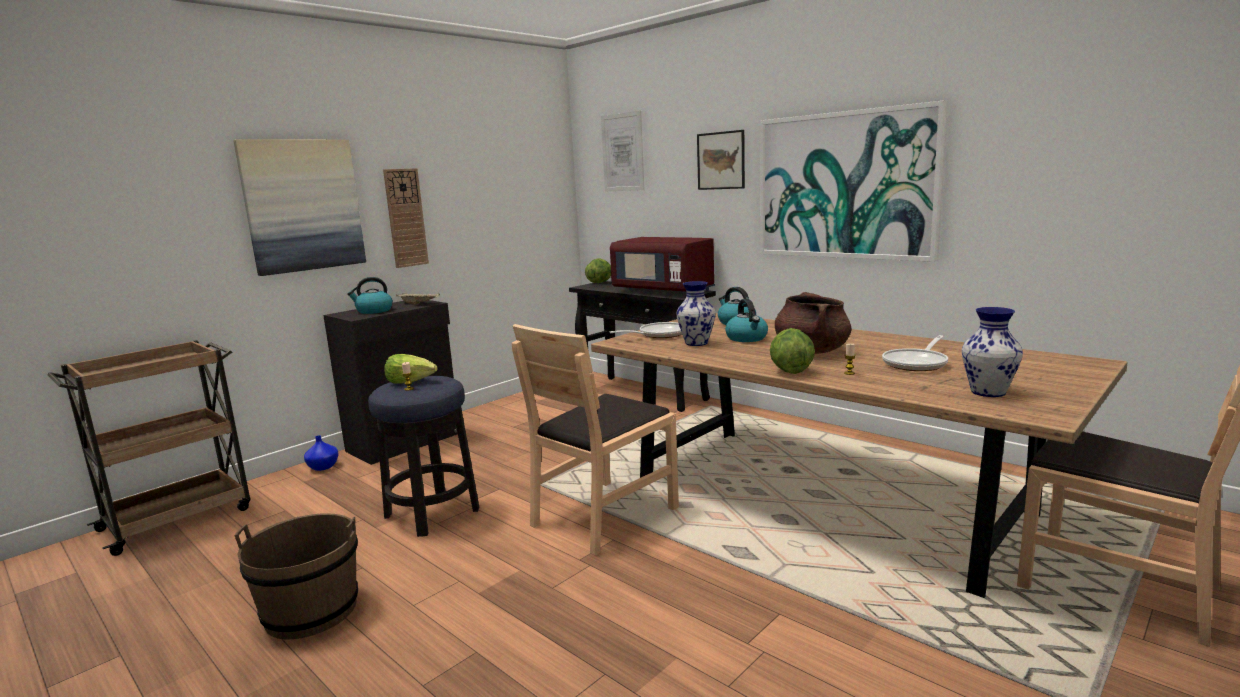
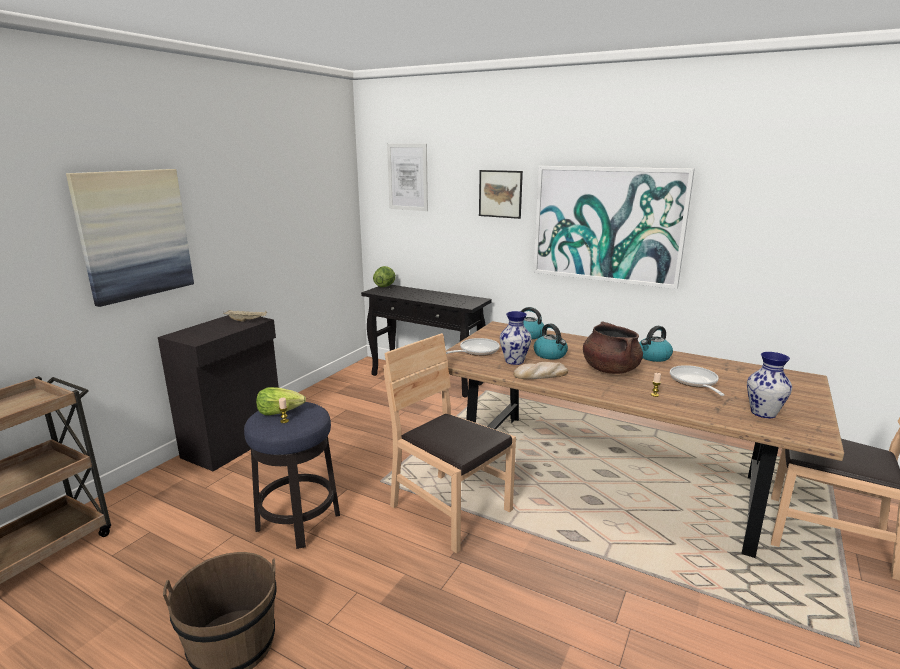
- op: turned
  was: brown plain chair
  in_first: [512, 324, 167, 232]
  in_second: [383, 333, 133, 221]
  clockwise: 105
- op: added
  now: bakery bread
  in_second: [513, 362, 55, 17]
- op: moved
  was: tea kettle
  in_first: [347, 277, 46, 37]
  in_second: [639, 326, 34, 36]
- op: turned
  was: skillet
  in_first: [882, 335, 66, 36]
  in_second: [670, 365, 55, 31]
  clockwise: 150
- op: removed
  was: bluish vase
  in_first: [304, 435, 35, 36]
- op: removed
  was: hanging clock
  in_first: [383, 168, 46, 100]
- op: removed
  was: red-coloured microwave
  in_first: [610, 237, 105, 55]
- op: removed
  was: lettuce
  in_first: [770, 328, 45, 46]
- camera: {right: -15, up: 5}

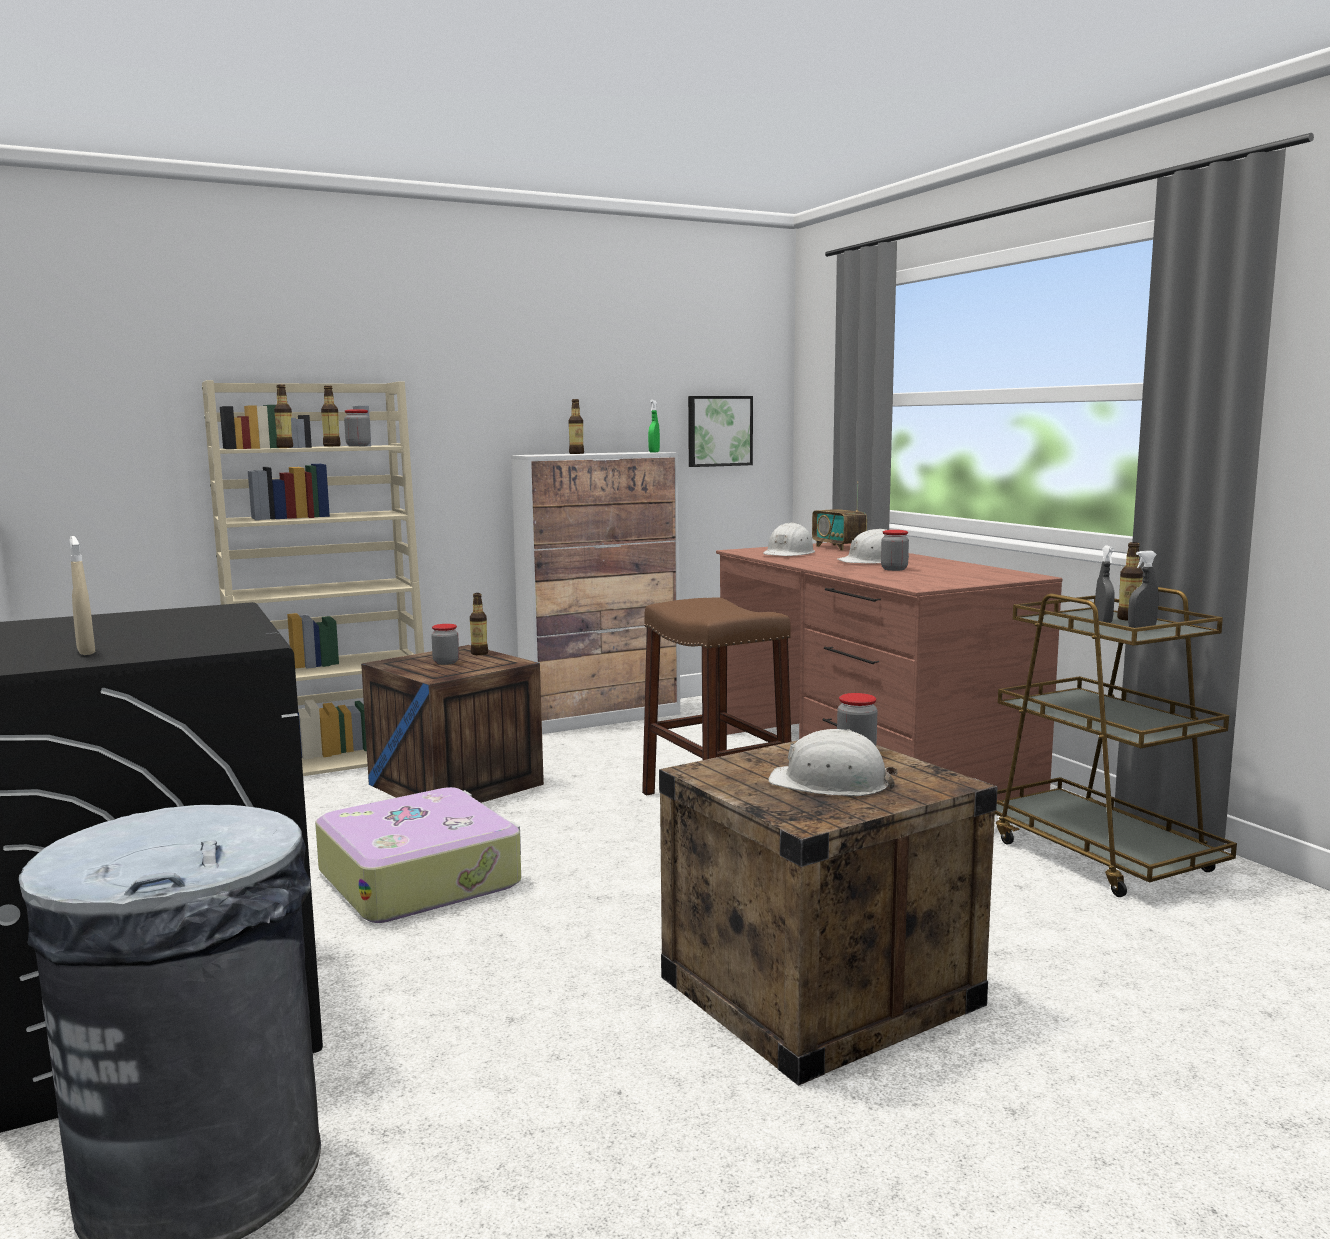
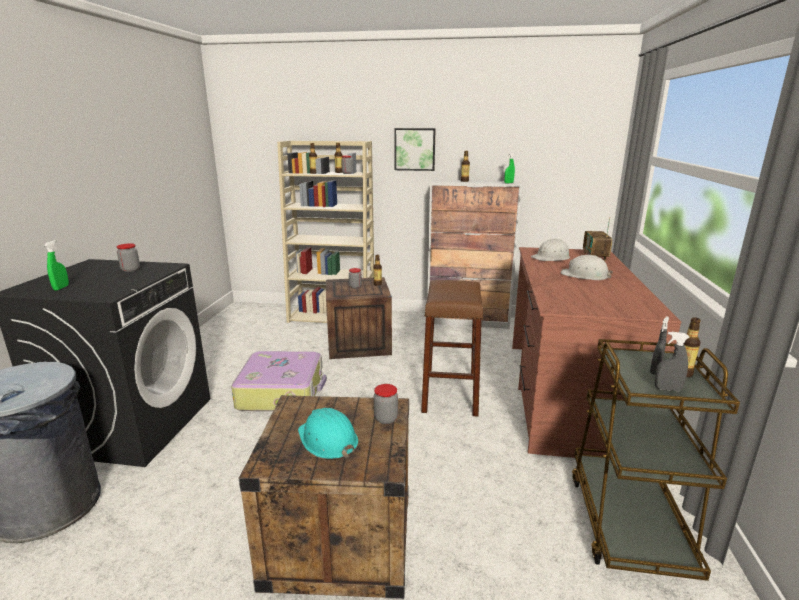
- op: recoloured
  was: sand-coloured sprayer
  now: green-coloured sprayer
  in_first: [69, 536, 26, 119]
  in_second: [44, 240, 25, 50]
- op: moved
  was: jar
  in_first: [881, 530, 28, 41]
  in_second: [117, 243, 23, 29]
- op: recoloured
  was: white-coloured safety helmet
  now: turquoise safety helmet
  in_first: [768, 729, 130, 67]
  in_second: [298, 408, 60, 51]
- op: moved
  was: wall art
  in_first: [688, 396, 65, 71]
  in_second: [394, 128, 42, 43]
- camera: {right: 35, up: 10}

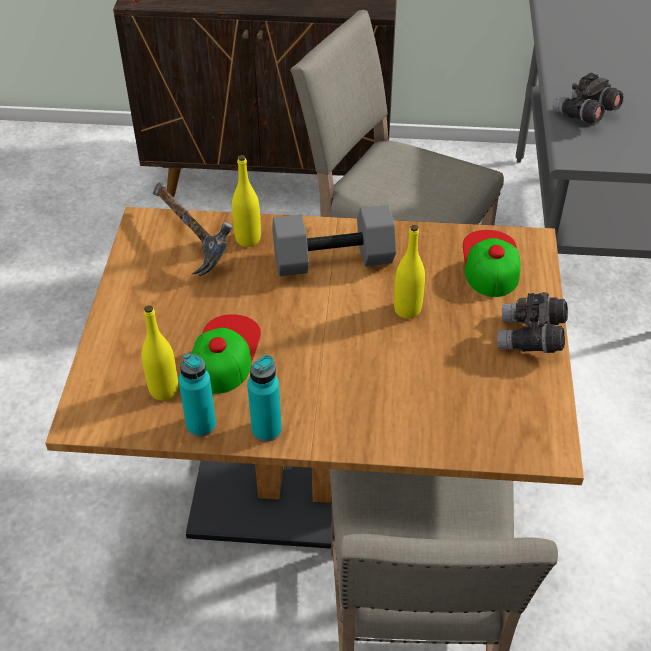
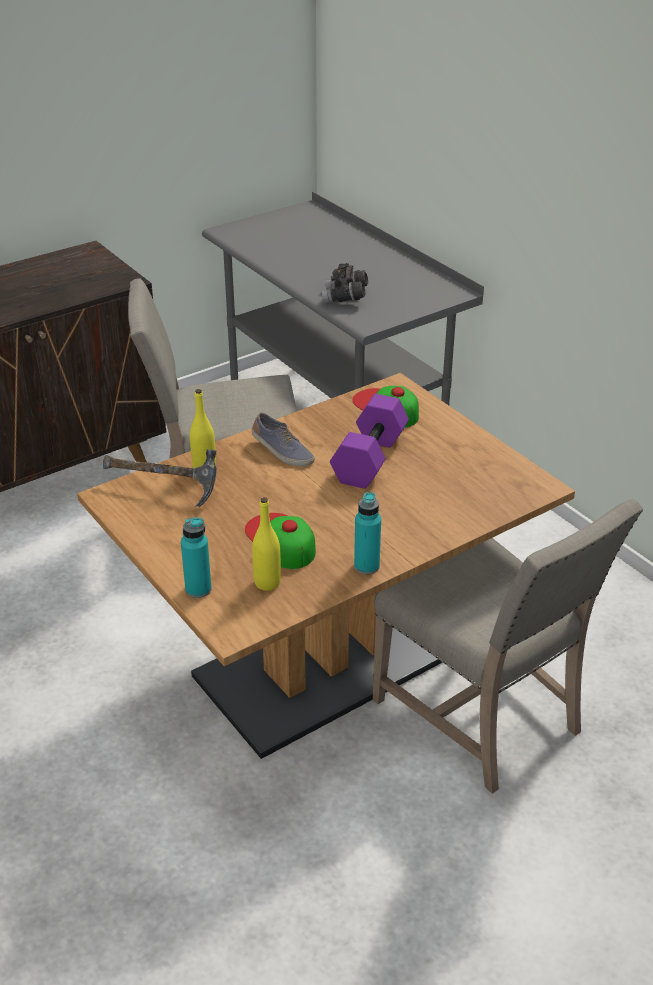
- op: moved
  was: turquoise bottle
  in_first: [178, 353, 38, 84]
  in_second: [181, 517, 31, 81]
- op: replaced
  was: gray hand weight
  now: item of footwear
  in_first: [272, 205, 124, 71]
  in_second: [252, 412, 63, 55]
- op: replaced
  was: yellow bottle
  now: purplish hand weight
  in_first: [394, 225, 31, 94]
  in_second: [330, 394, 79, 95]
- op: removed
  was: gray field glasses
  in_first: [497, 292, 71, 61]
- camera: {right: -40, up: -10}

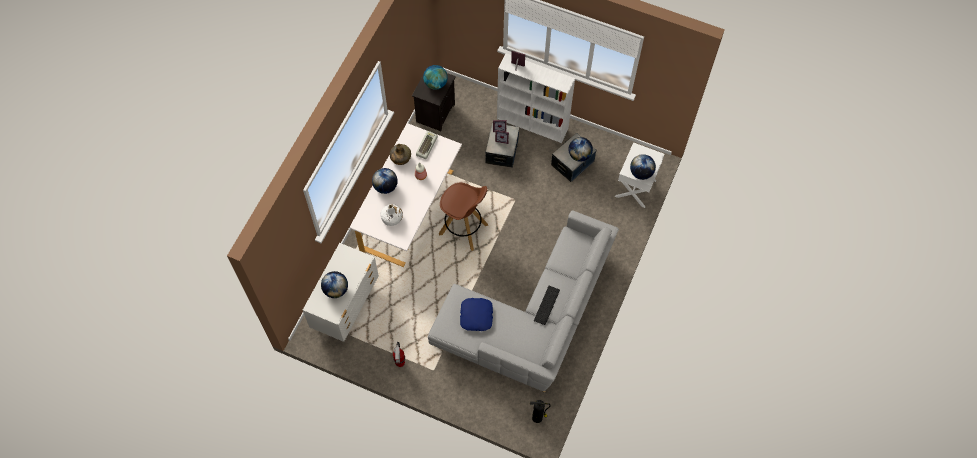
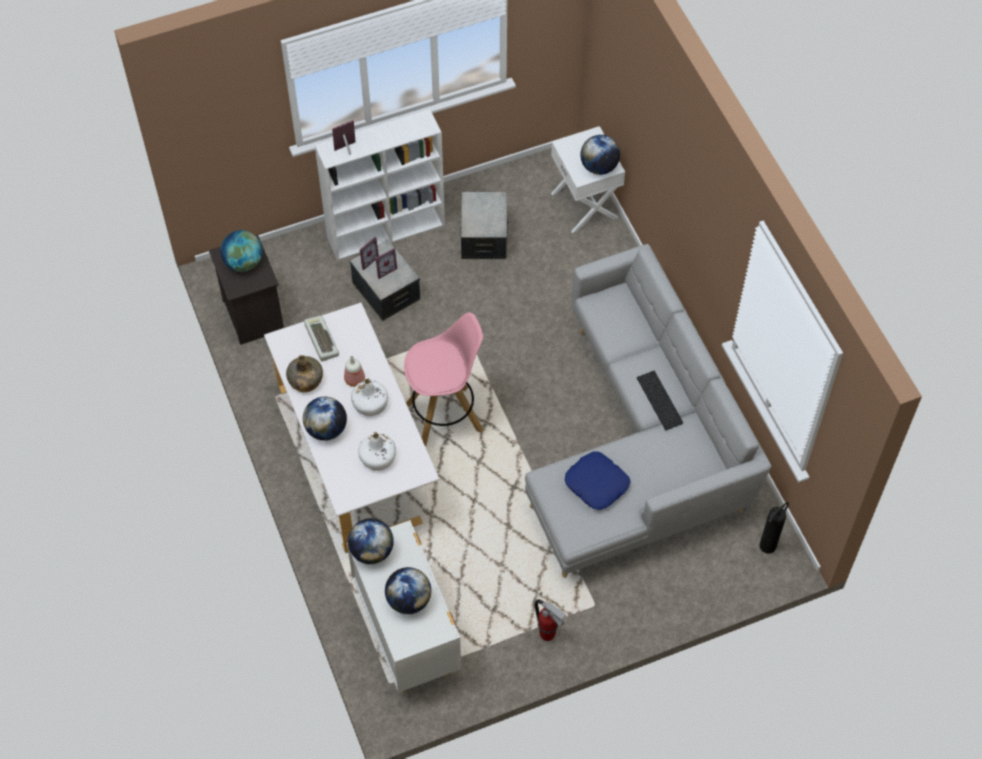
- op: moved
  was: desk globe
  in_first: [568, 137, 25, 25]
  in_second: [348, 518, 46, 46]
- op: added
  now: white-coloured bottle
  in_second: [351, 378, 37, 38]
- op: recoloured
  was: brown stool seat
  now: pink-coloured stool seat
  in_first: [439, 183, 49, 68]
  in_second: [404, 312, 80, 135]
- camera: {right: -45, up: -5}

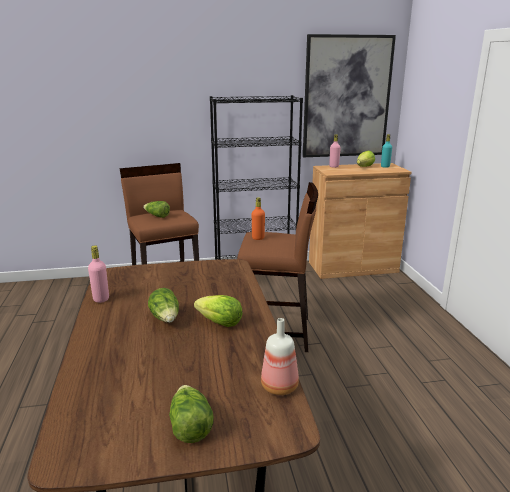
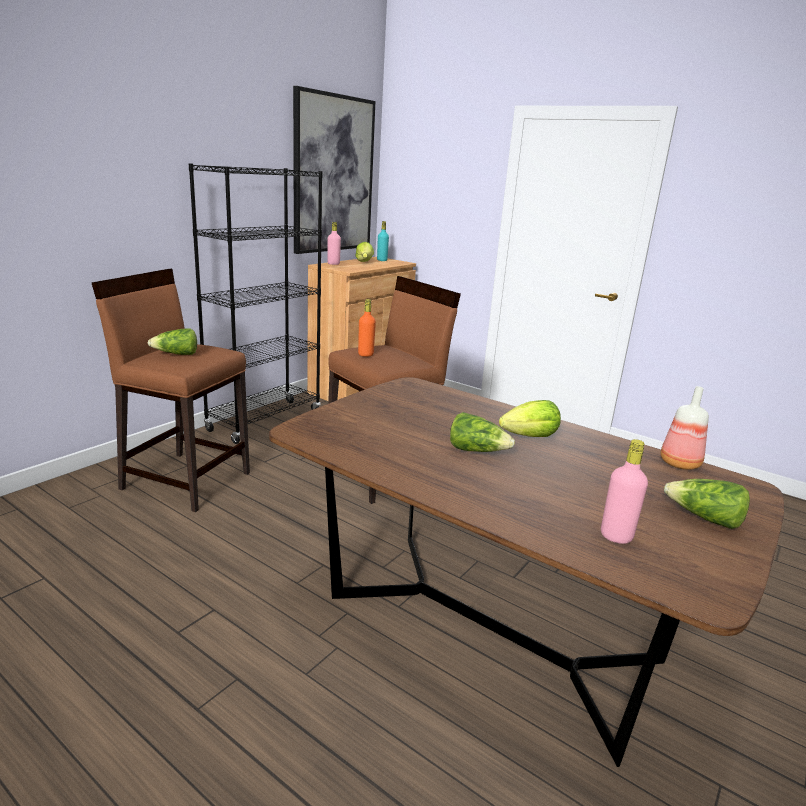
- op: moved
  was: pink-coloured bottle
  in_first: [88, 245, 21, 58]
  in_second: [601, 439, 47, 105]
- camera: {right: -45, up: 0}

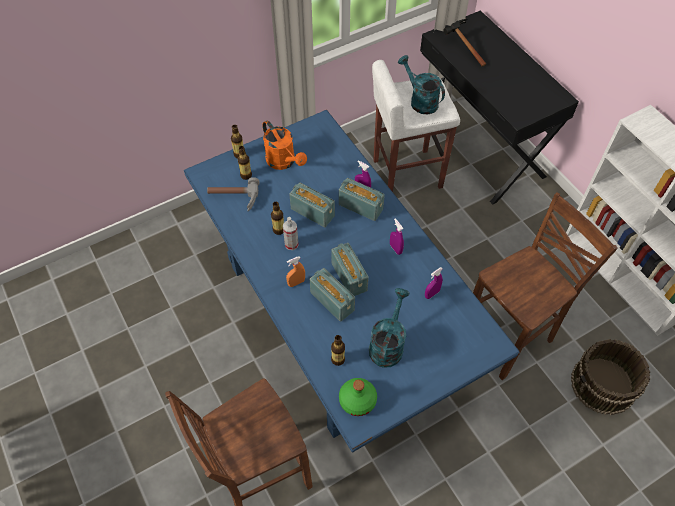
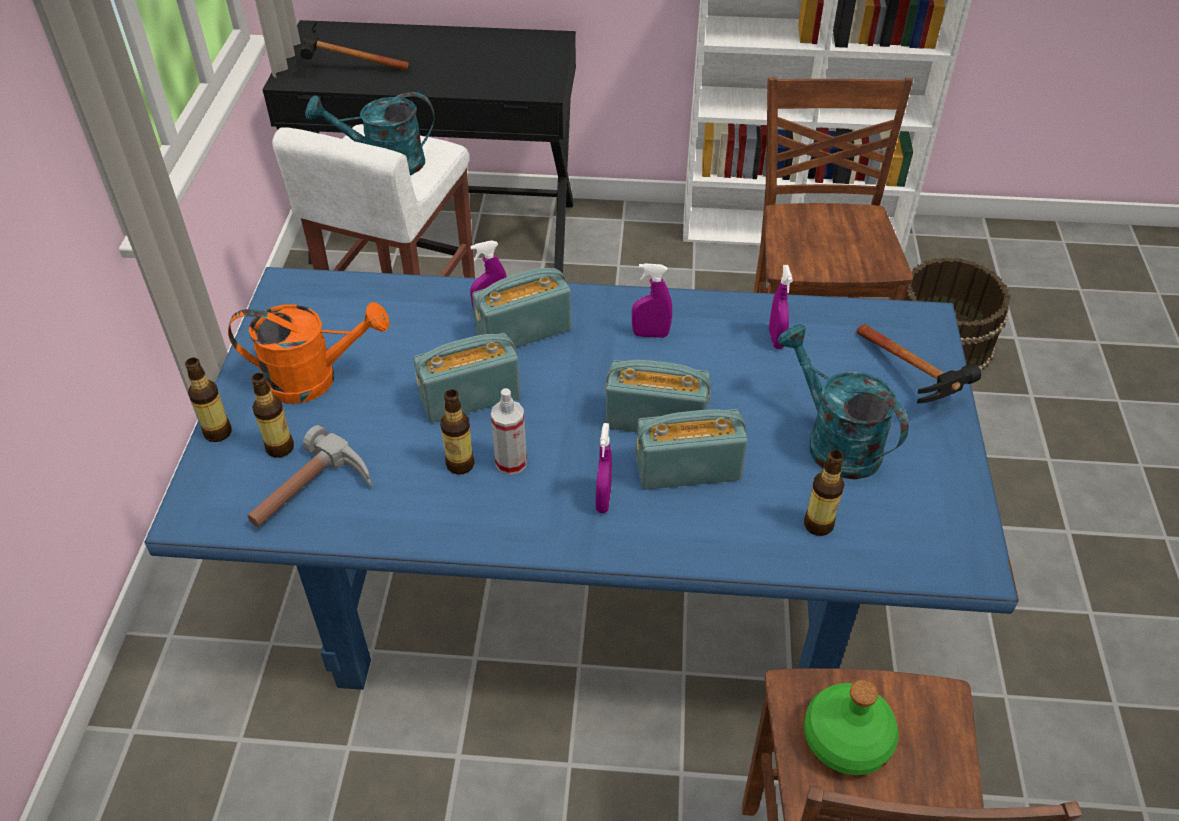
- op: recoloured
  was: orange-coloured sprayer
  now: purplish sprayer
  in_first: [286, 256, 19, 31]
  in_second: [596, 423, 16, 90]
- op: moved
  was: green-coloured bottle
  in_first: [339, 378, 38, 38]
  in_second: [804, 680, 95, 95]
- op: added
  now: hand hammer
  in_second: [857, 324, 124, 79]
- camera: {right: -55, up: -10}

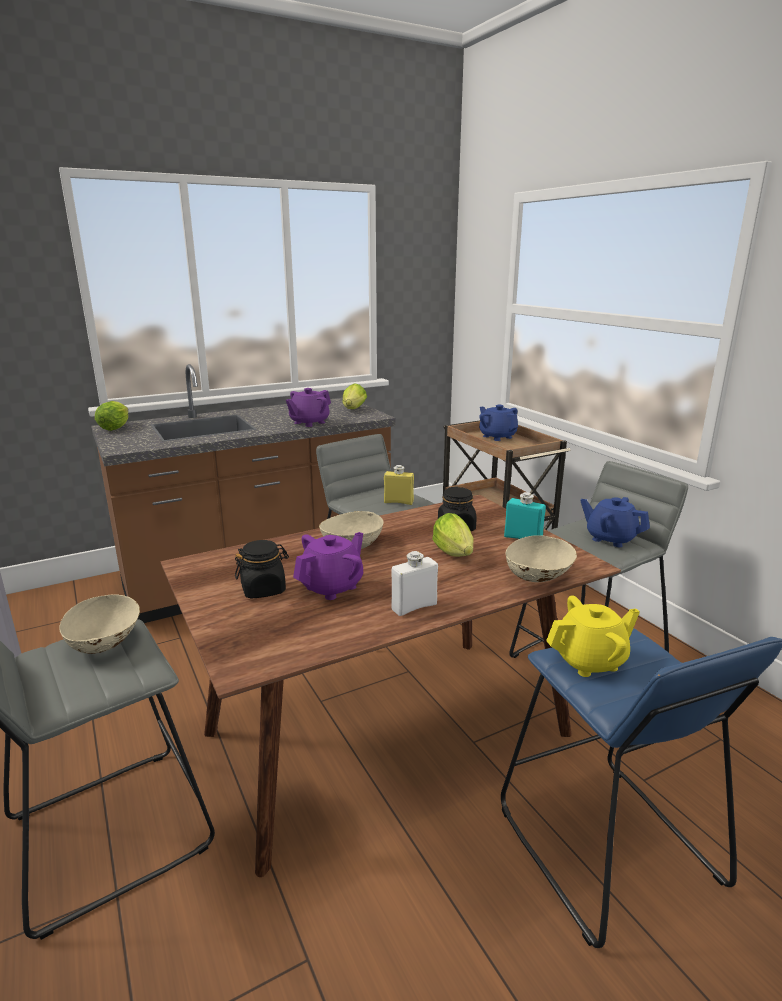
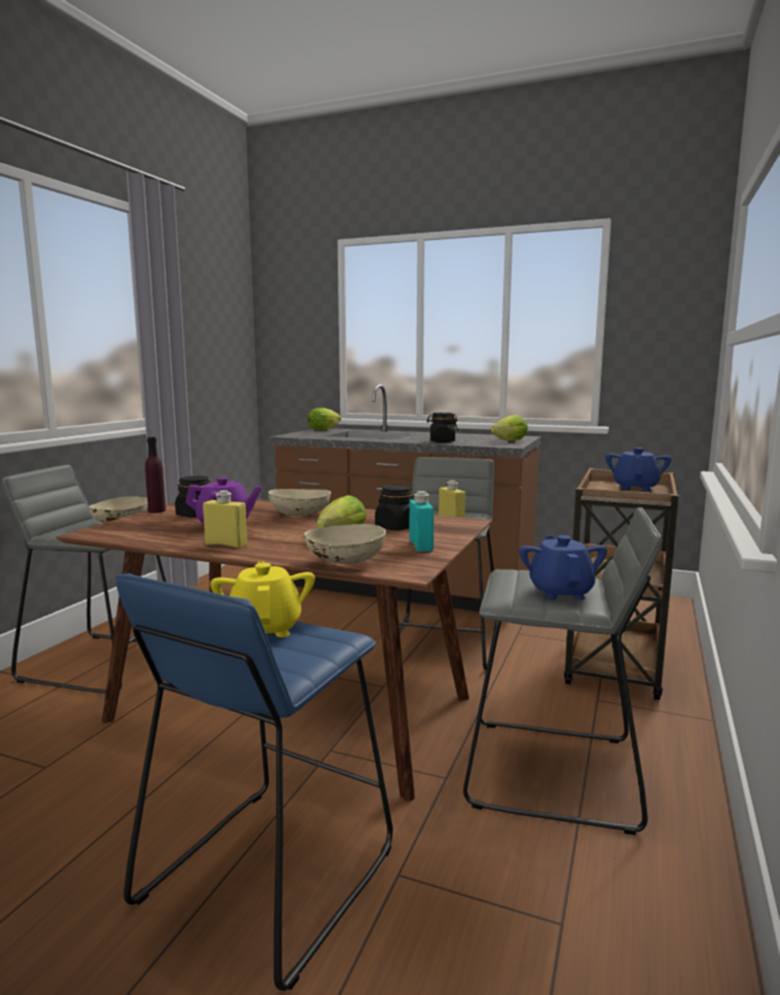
- op: added
  now: purplish bottle
  in_second: [145, 437, 21, 76]
- op: recoloured
  was: white-coloured bottle
  now: yellow bottle
  in_first: [391, 551, 47, 65]
  in_second: [203, 490, 44, 58]
- op: turned
  was: yellow pot for tea
  in_first: [546, 596, 94, 81]
  in_second: [210, 561, 105, 76]
  clockwise: -135
- op: replaced
  was: purplish pot for tea
  now: black jar
  in_first: [286, 388, 45, 39]
  in_second: [426, 412, 32, 31]
- camera: {right: 50, up: -10}

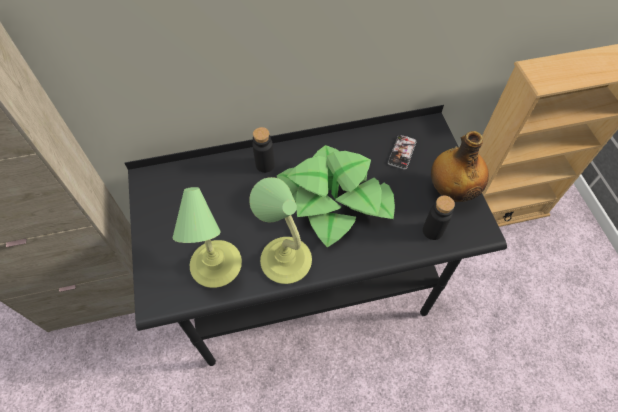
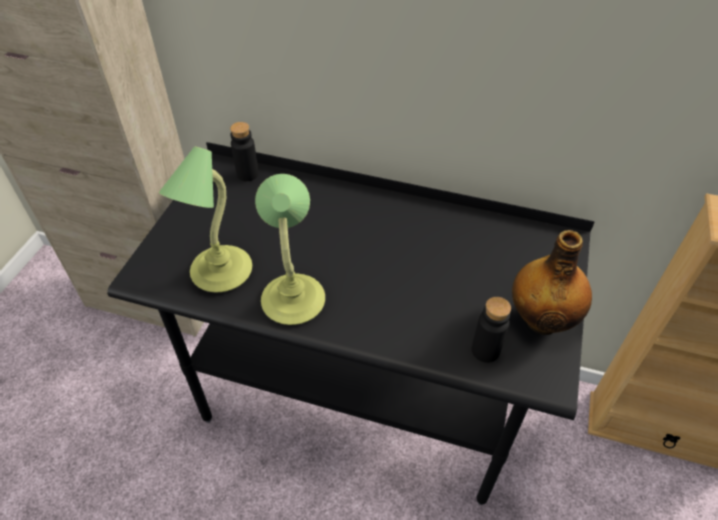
- op: moved
  was: black bottle
  in_first: [252, 127, 23, 46]
  in_second: [230, 122, 29, 59]
- op: removed
  was: potted plant
  in_first: [277, 145, 118, 103]
- op: removed
  was: phone
  in_first: [388, 135, 29, 35]
- camera: {right: 30, up: -10}

